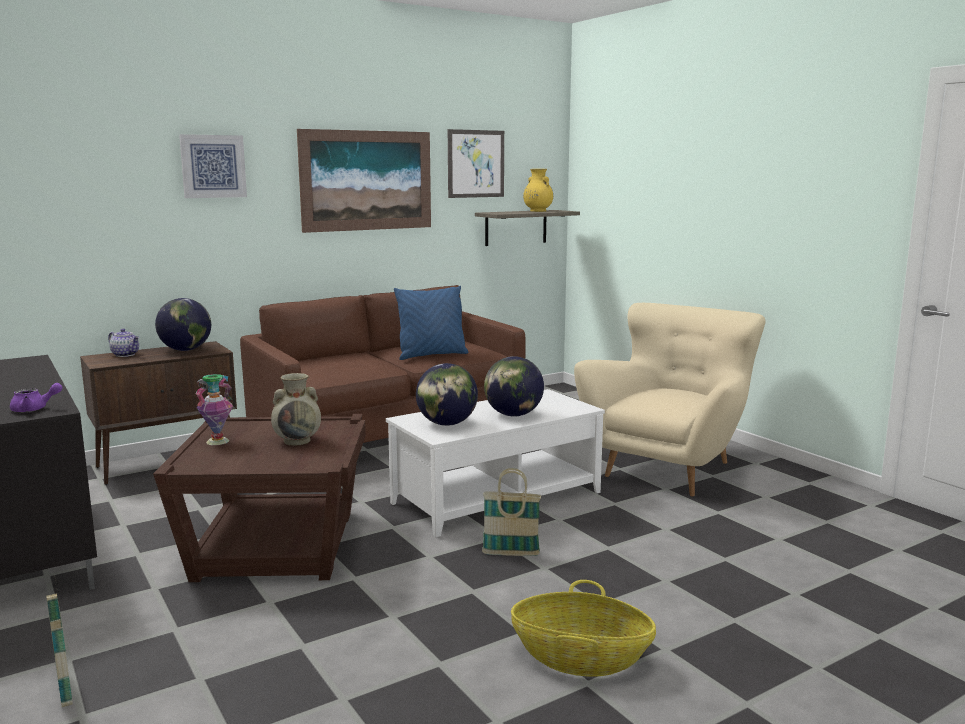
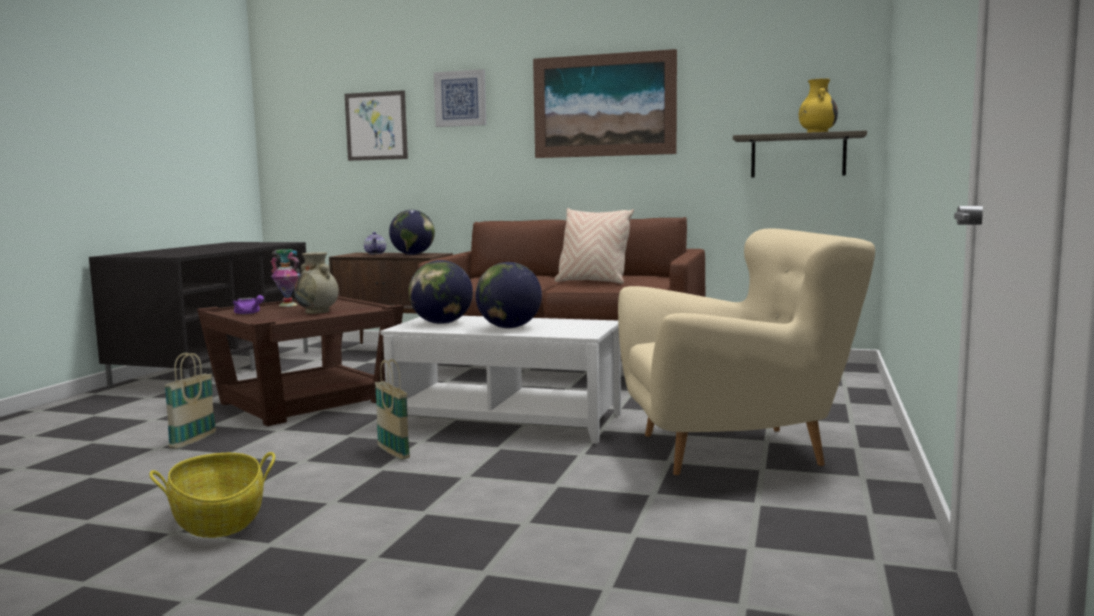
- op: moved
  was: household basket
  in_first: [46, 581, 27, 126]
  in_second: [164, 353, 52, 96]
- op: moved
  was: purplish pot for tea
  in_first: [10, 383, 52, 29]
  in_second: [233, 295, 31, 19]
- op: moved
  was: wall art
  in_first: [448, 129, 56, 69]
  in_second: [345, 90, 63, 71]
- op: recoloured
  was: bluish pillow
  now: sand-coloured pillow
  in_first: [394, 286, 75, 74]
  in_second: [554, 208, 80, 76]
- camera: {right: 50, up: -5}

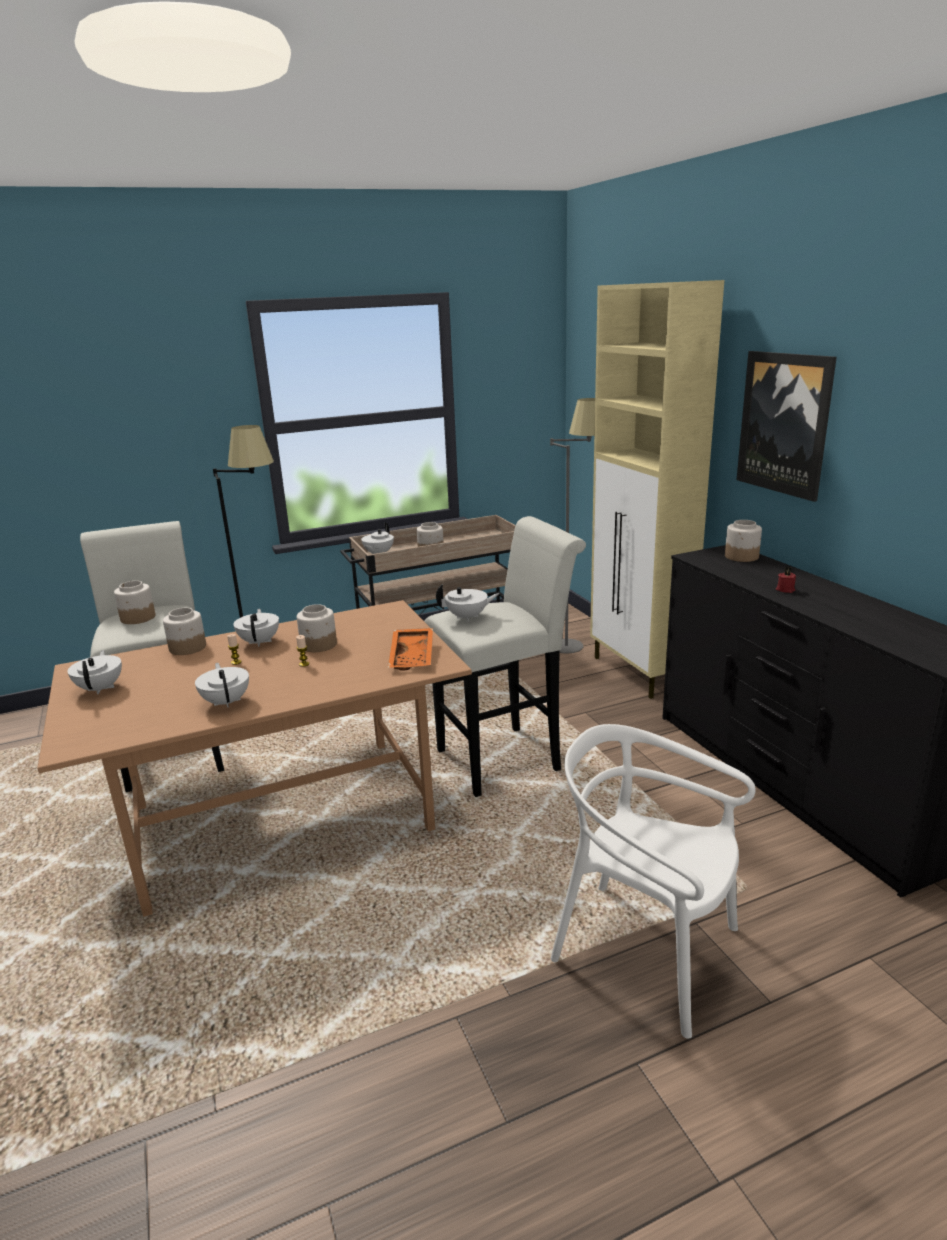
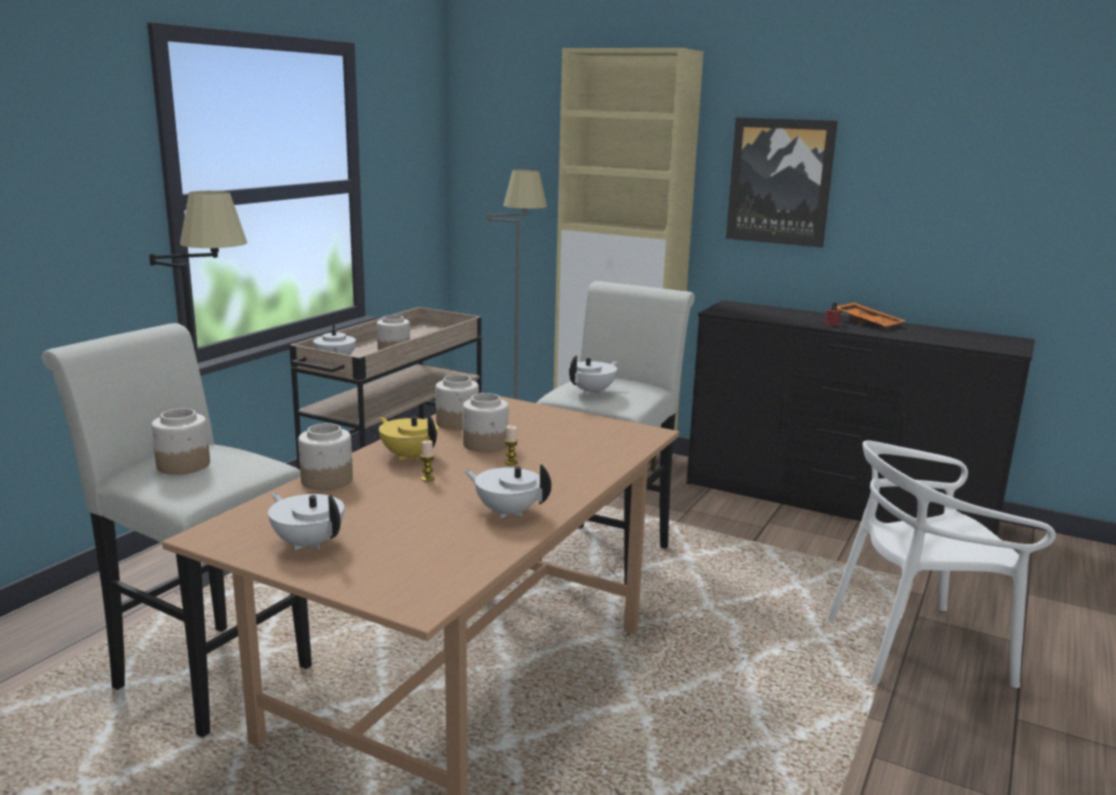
- op: recoloured
  was: white-coloured pot for tea
  now: yellow pot for tea
  in_first: [233, 609, 46, 38]
  in_second: [379, 415, 59, 45]
- op: moved
  was: jar
  in_first: [725, 520, 37, 42]
  in_second: [436, 375, 43, 55]
- op: moved
  was: orange-coloured carrying tray
  in_first: [388, 628, 45, 43]
  in_second: [837, 303, 69, 26]
- camera: {right: -40, up: -5}

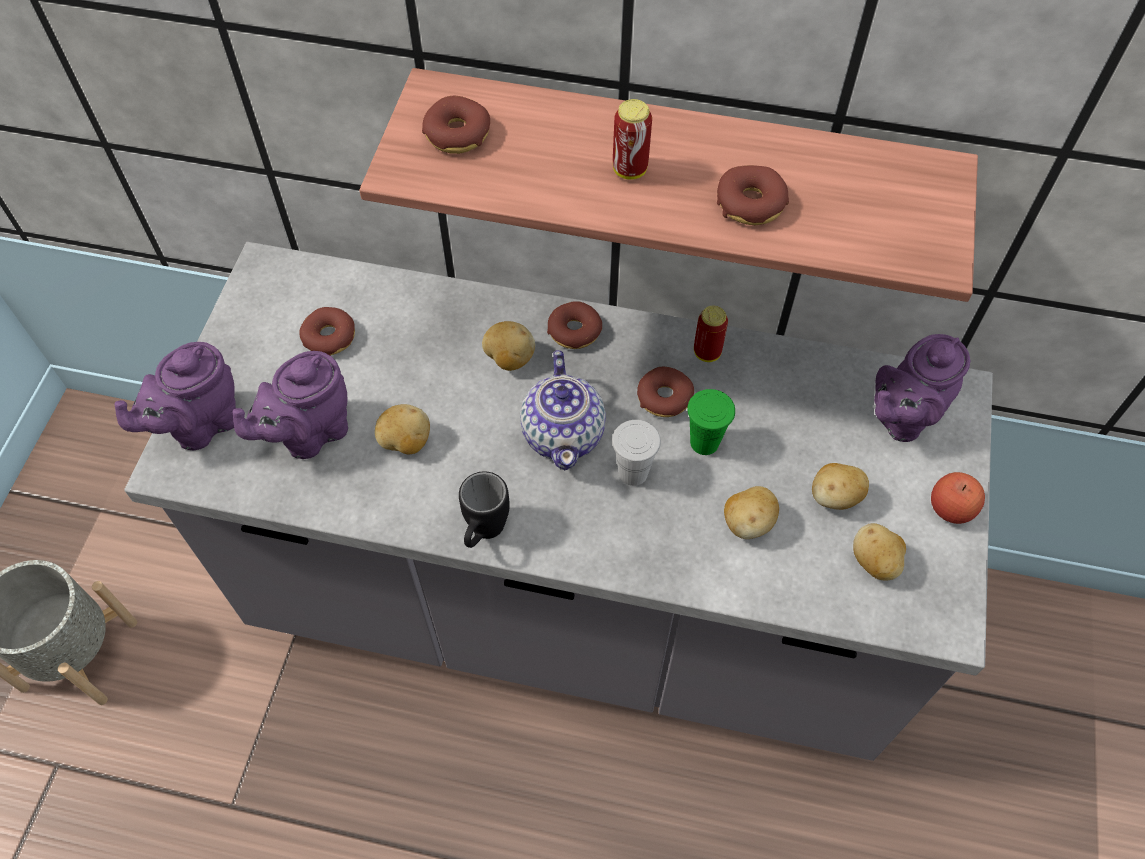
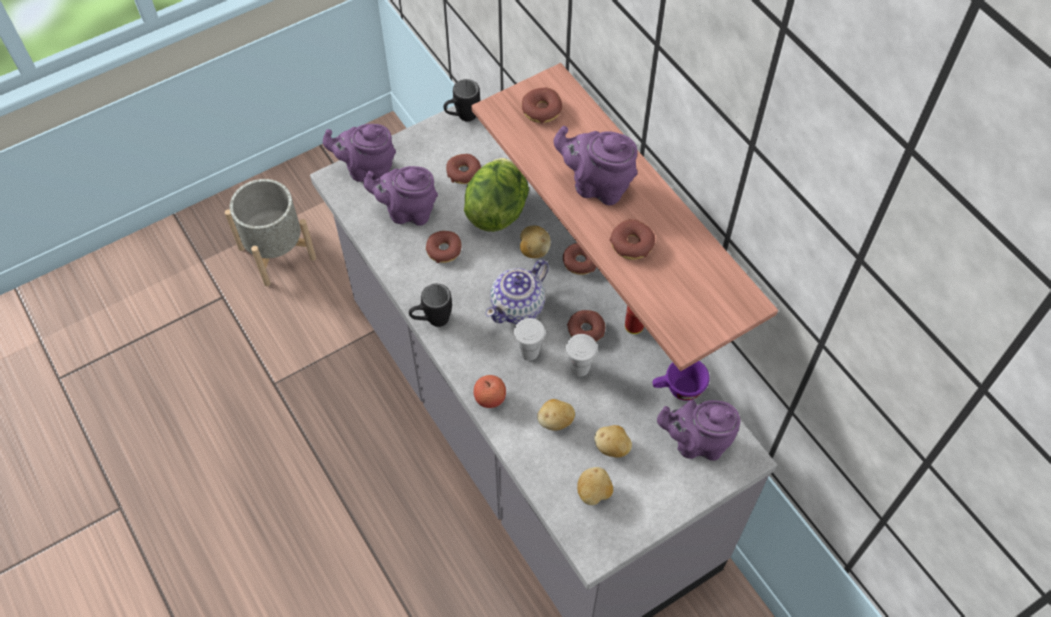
- op: replaced
  was: potato
  now: ring doughnut
  in_first: [375, 404, 55, 50]
  in_second: [426, 231, 36, 32]
- op: added
  now: black mug
  in_second: [443, 79, 37, 43]
- op: added
  now: lettuce
  in_second: [464, 158, 65, 74]
- op: moved
  was: whole apple
  in_first: [931, 472, 54, 52]
  in_second: [474, 375, 32, 33]
- op: replaced
  was: metal can
  now: purplish pot for tea
  in_first: [613, 99, 39, 81]
  in_second: [553, 126, 85, 79]
- op: recoloured
  was: green-coloured small cup
  now: white-coloured small cup
  in_first: [687, 389, 48, 66]
  in_second: [566, 334, 31, 42]
- op: added
  now: purplish small cup
  in_second: [653, 361, 57, 40]
- camera: {right: 45, up: 0}

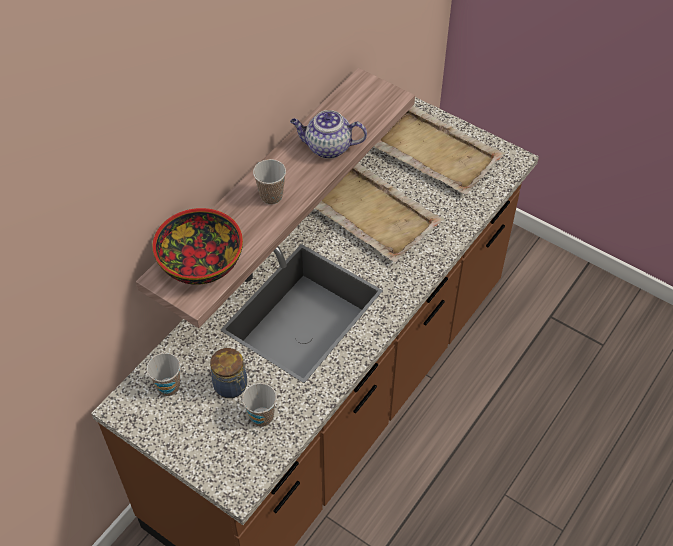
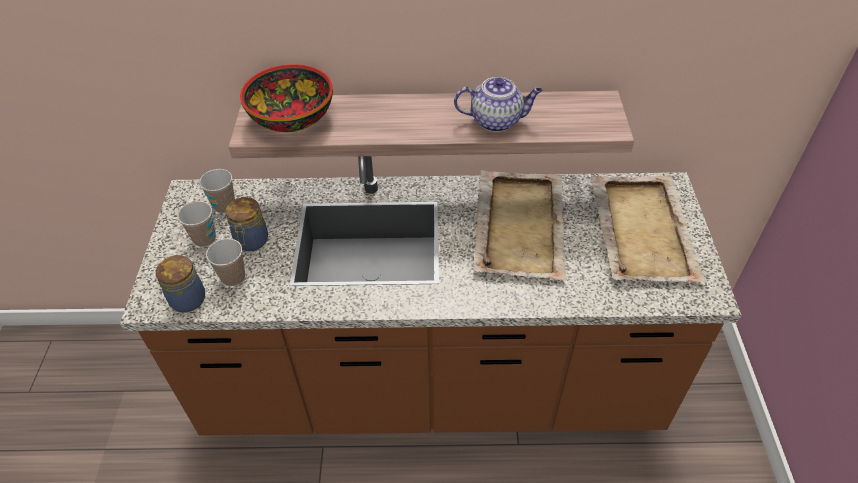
- op: added
  now: jar
  in_second: [156, 254, 49, 58]
- op: moved
  was: small cup
  in_first: [253, 159, 33, 46]
  in_second: [177, 201, 39, 46]
- op: turned
  was: pot for tea
  in_first: [290, 110, 77, 49]
  in_second: [454, 77, 89, 55]
  clockwise: 120
- camera: {right: 55, up: -5}

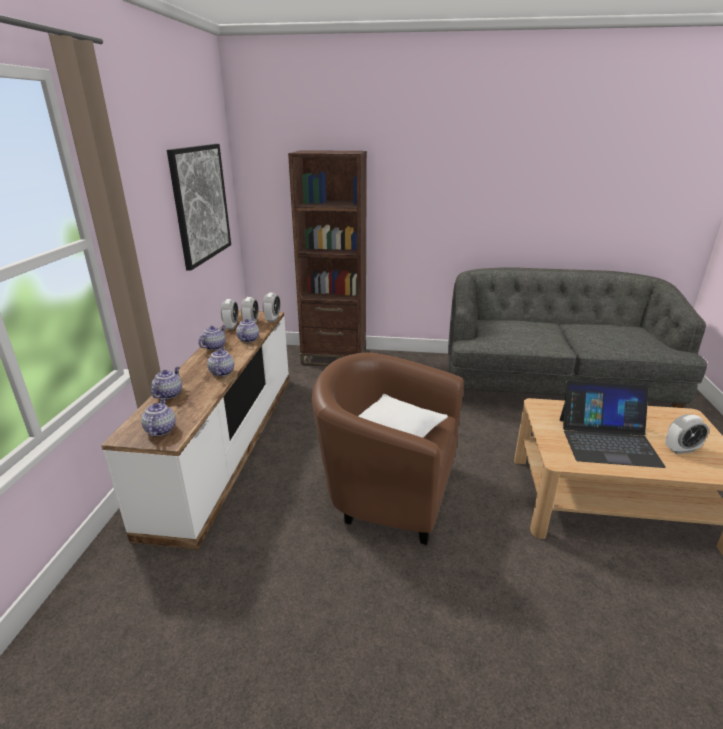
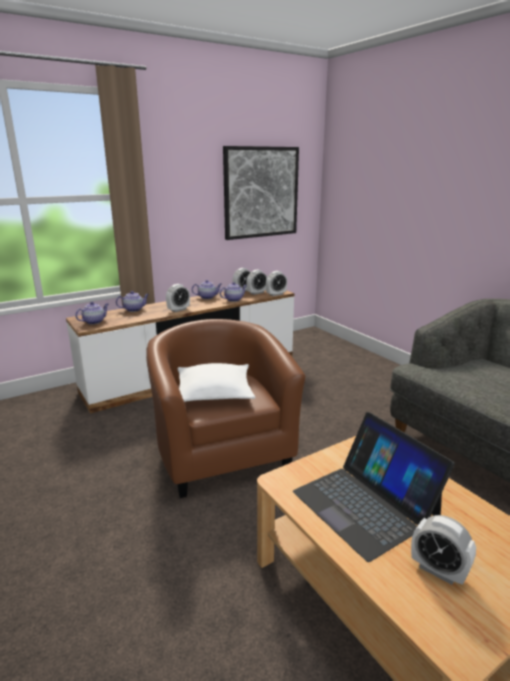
- op: replaced
  was: pot for tea
  now: bedside clock
  in_first: [207, 347, 27, 29]
  in_second: [166, 284, 24, 28]
- op: removed
  was: brown bookcase
  in_first: [288, 150, 79, 216]
- camera: {right: 50, up: -5}

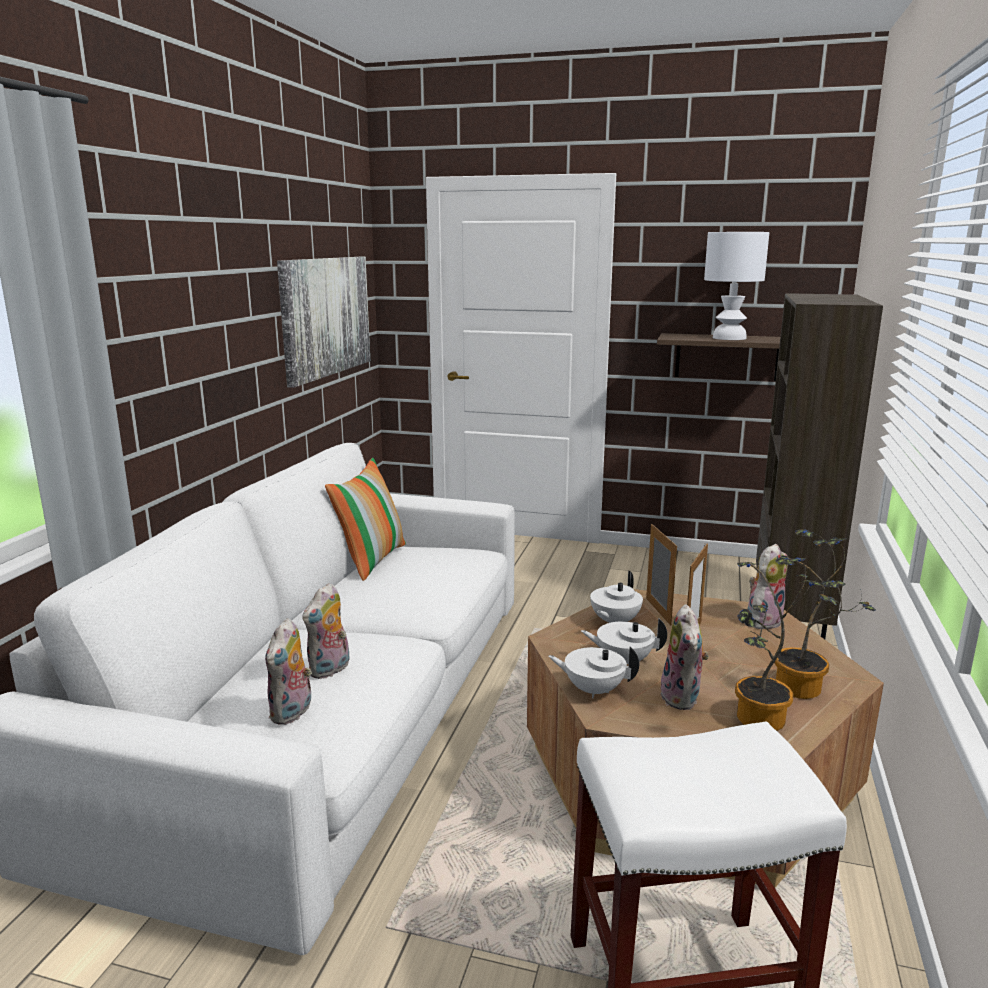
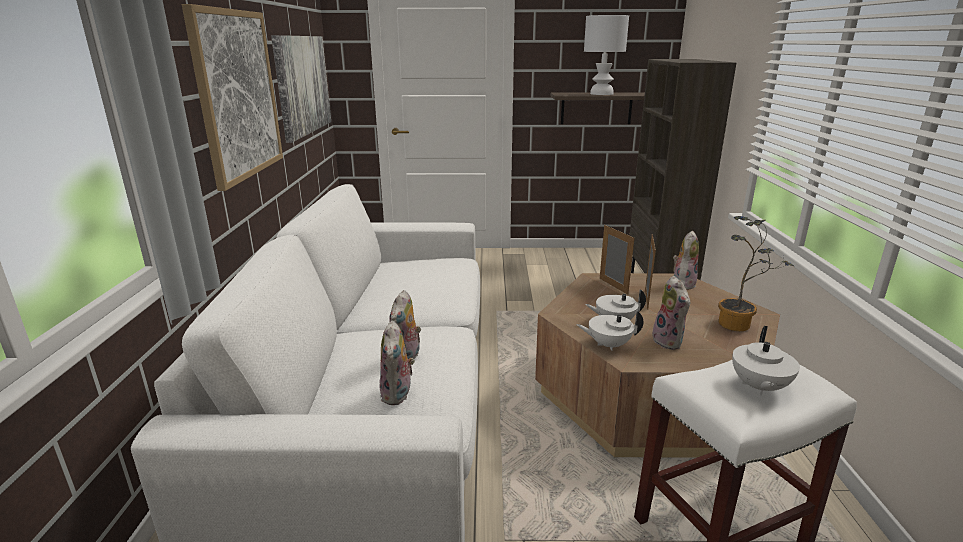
- op: added
  now: wall art
  in_second: [182, 4, 101, 187]
- op: moved
  was: white-coloured pot for tea
  in_first: [590, 571, 53, 52]
  in_second: [732, 326, 68, 70]
- op: removed
  was: pillow
  in_first: [325, 458, 81, 123]
- op: removed
  was: potted plant
  in_first: [735, 557, 89, 174]
- camera: {right: -15, up: 5}

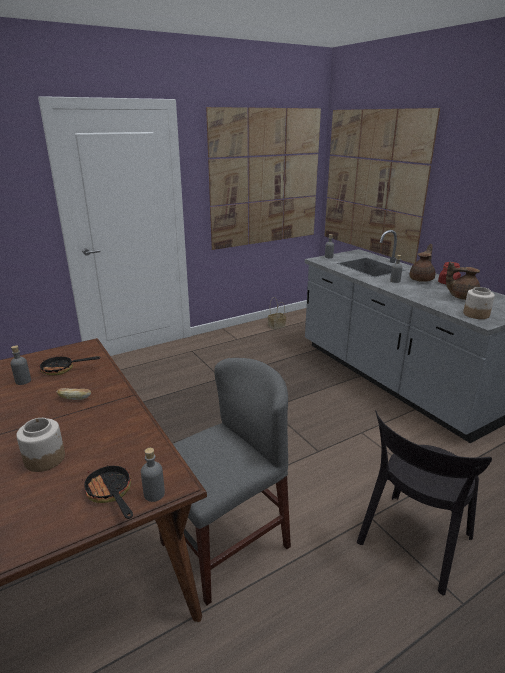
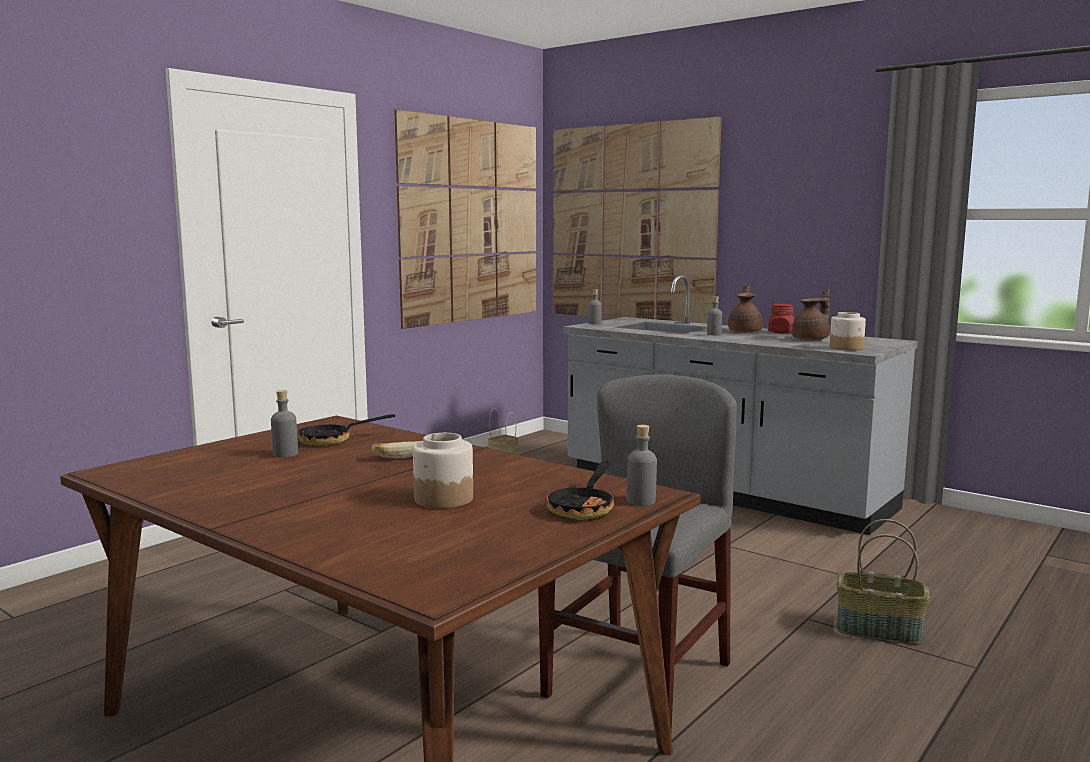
- op: turned
  was: skillet
  in_first: [82, 464, 51, 55]
  in_second: [546, 461, 68, 59]
  clockwise: -105
- op: turned
  was: brown pot for tea
  in_first: [446, 261, 34, 39]
  in_second: [792, 289, 38, 51]
  clockwise: 150
- op: replaced
  was: black plain chair
  now: household basket
  in_first: [357, 410, 135, 185]
  in_second: [836, 519, 94, 126]
- camera: {right: -20, up: -15}

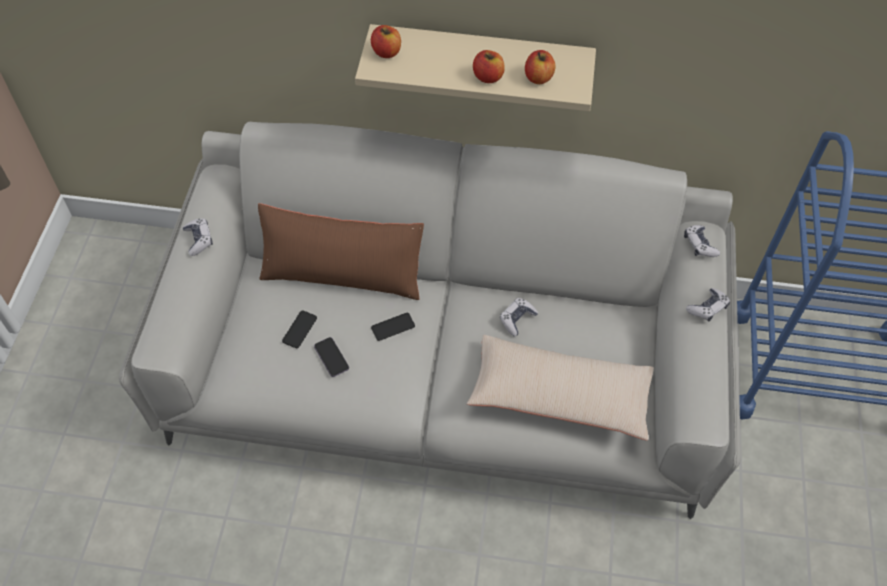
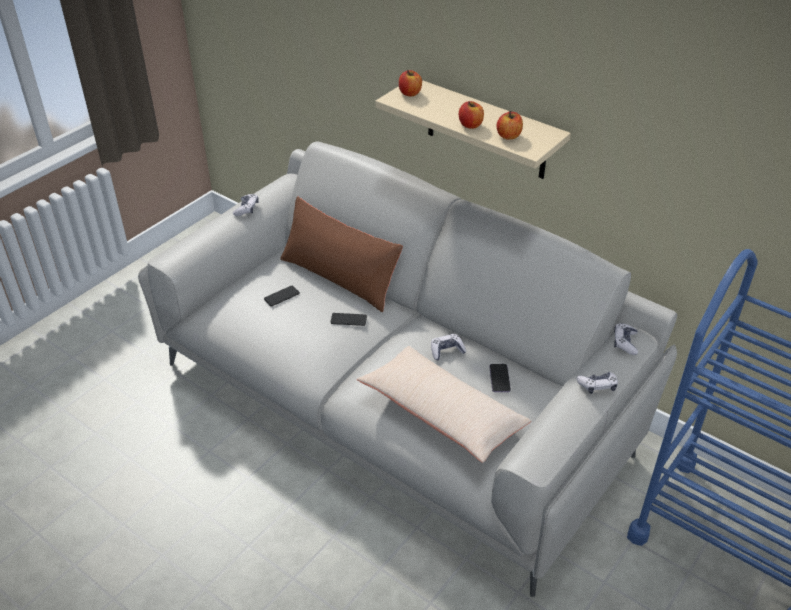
- op: moved
  was: phone
  in_first: [314, 337, 35, 40]
  in_second: [489, 364, 22, 28]
- camera: {right: 30, up: -15}

